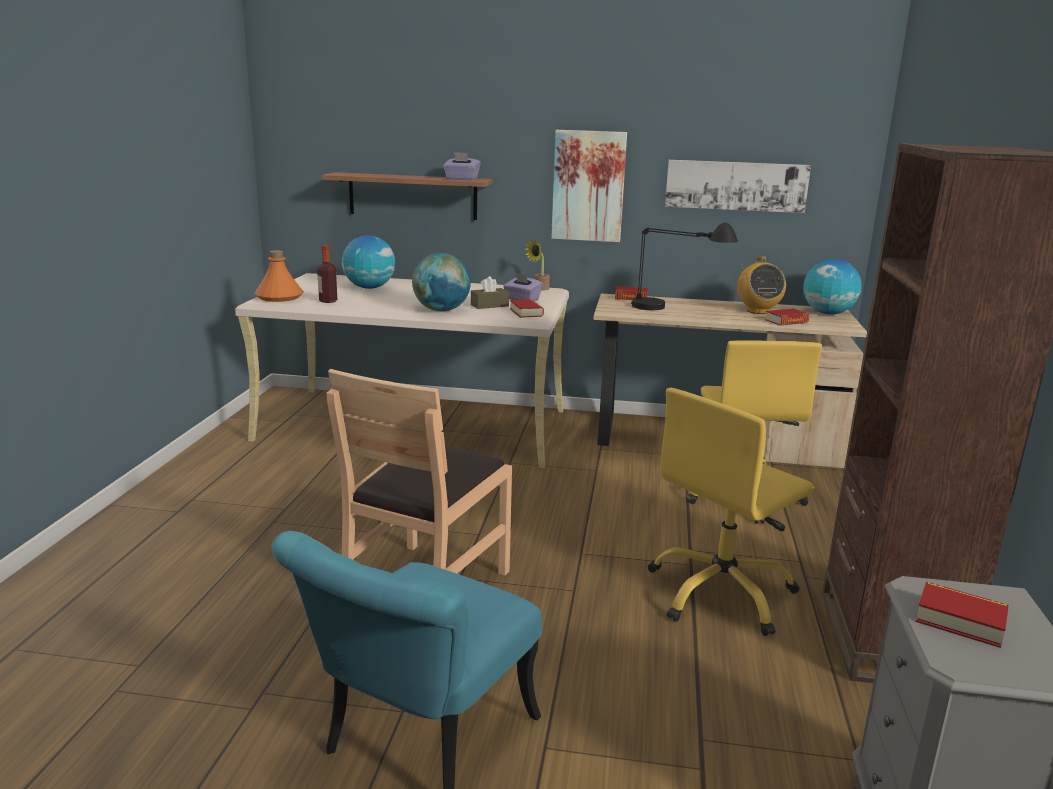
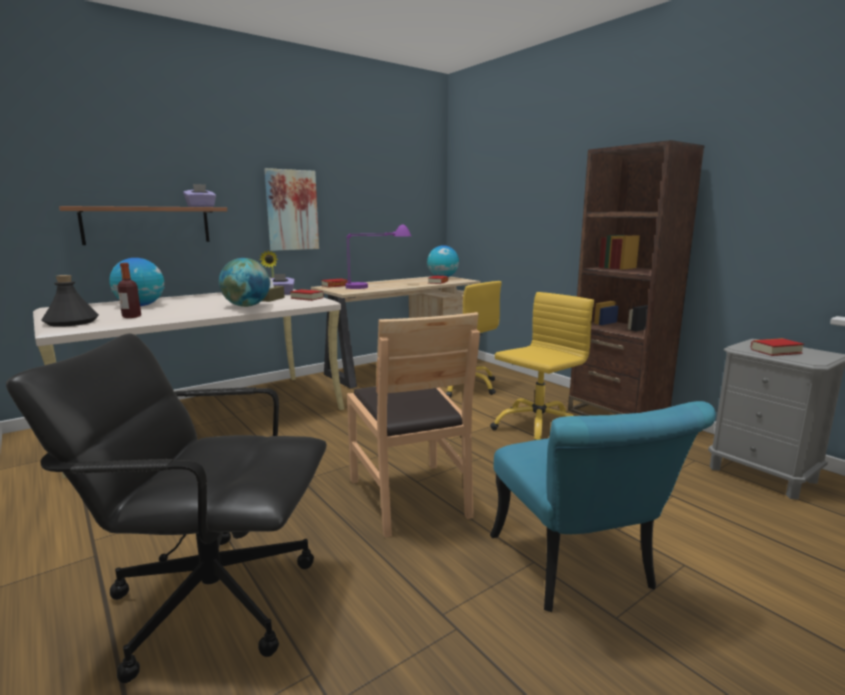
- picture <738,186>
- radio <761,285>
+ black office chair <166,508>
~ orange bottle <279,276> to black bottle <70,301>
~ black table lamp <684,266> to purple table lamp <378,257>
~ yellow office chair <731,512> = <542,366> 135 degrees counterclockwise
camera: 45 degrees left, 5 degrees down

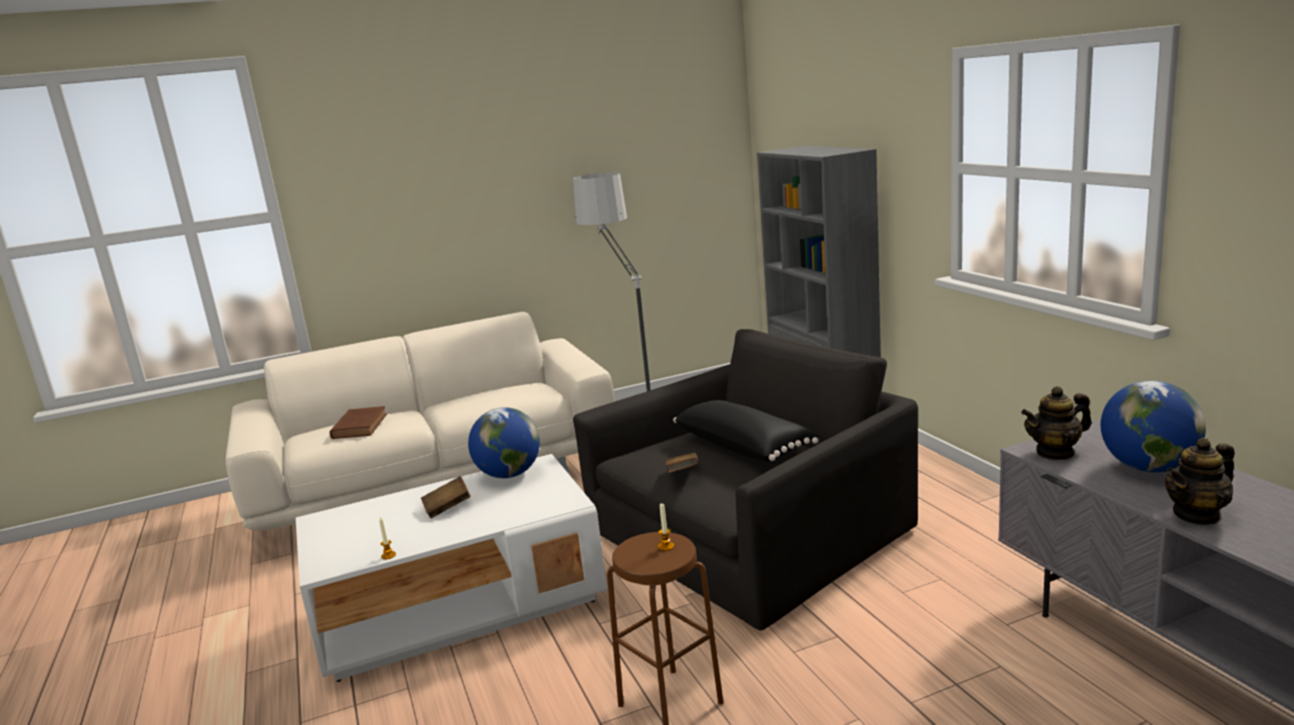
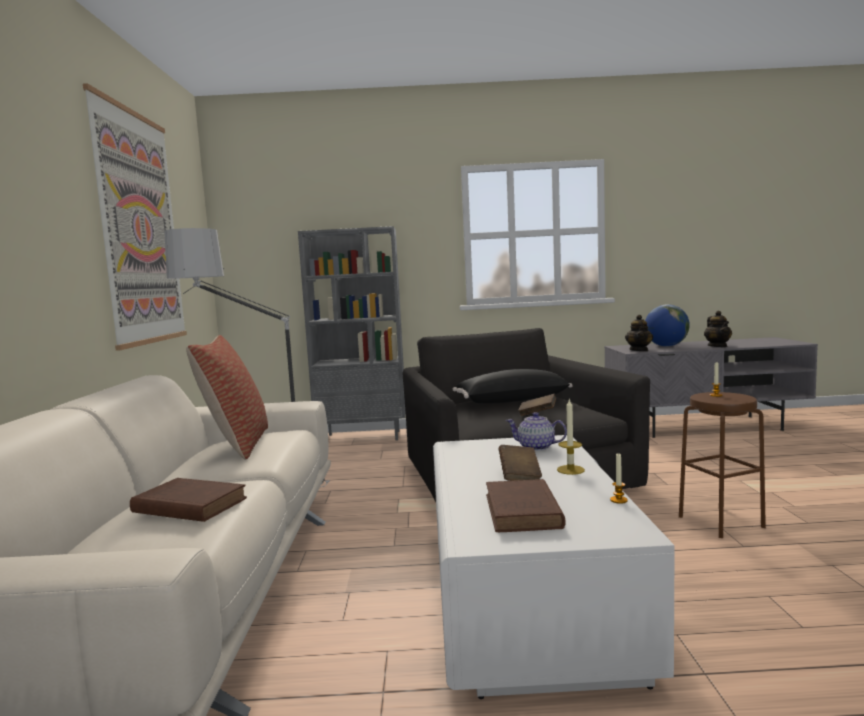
- globe <504,442>
+ picture <135,217>
+ pillow <227,397>
+ brown book <525,505>
+ teapot <536,431>
+ candle <571,436>
camera: 70 degrees left, 10 degrees down

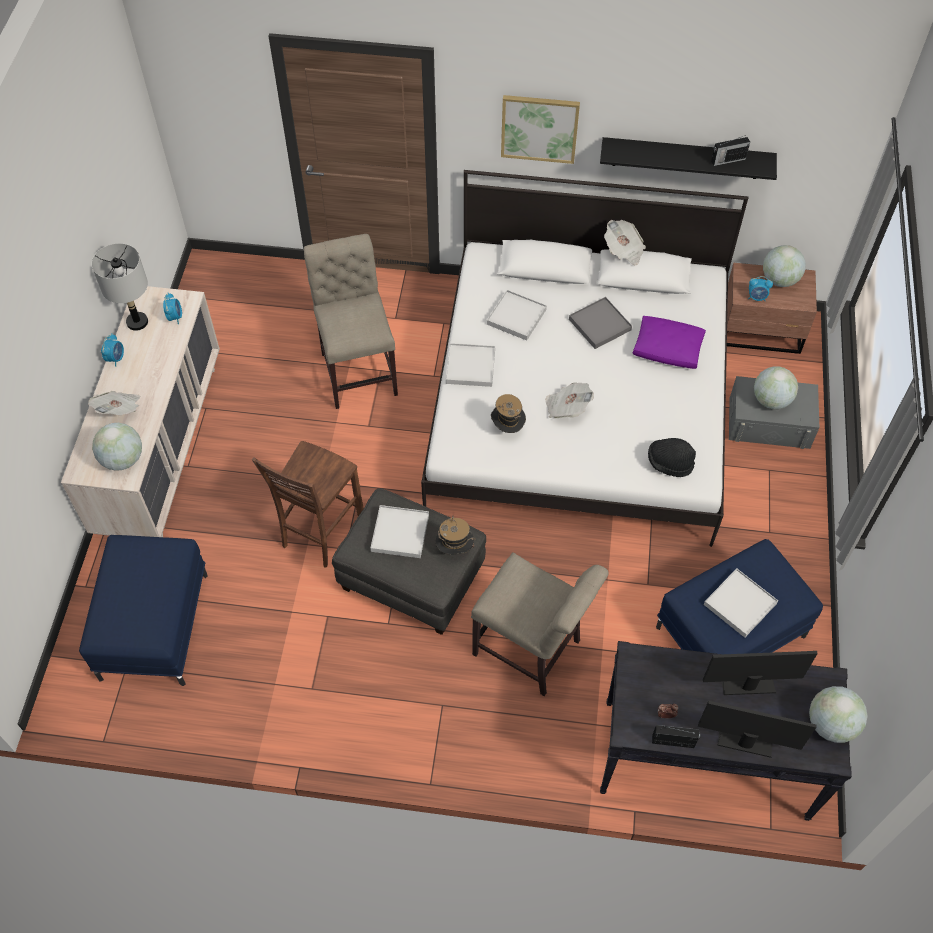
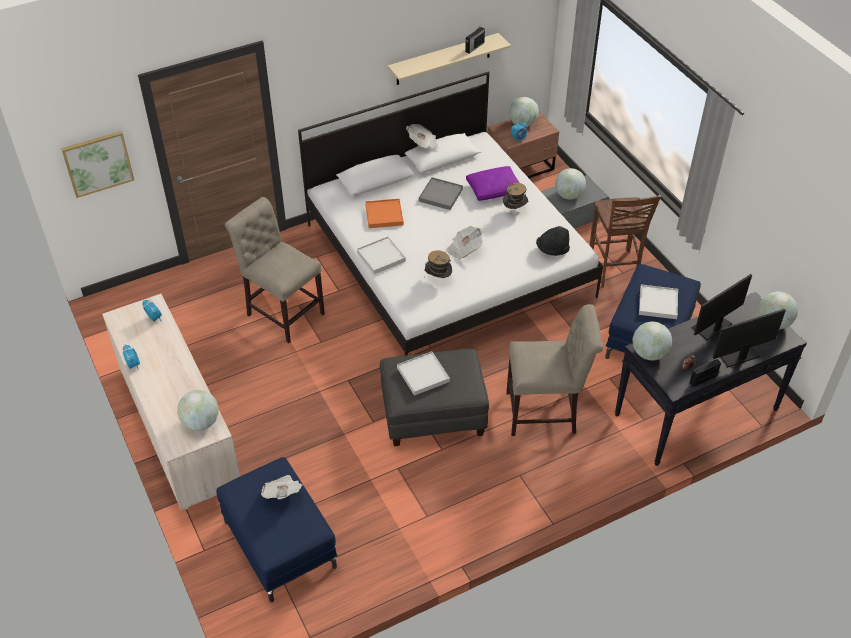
- grey table lamp <119,287>
+ globe <652,341>
~ newspaper <114,403> to <281,487>
~ brown chair <308,504> to <625,241>
~ hat <455,535> to <515,195>
~ picture <540,129> to <97,164>
~ white tray <517,315> to orange tray <384,213>
~ black shelf <688,158> to beige shelf <449,59>
camera: 35 degrees left, 10 degrees down

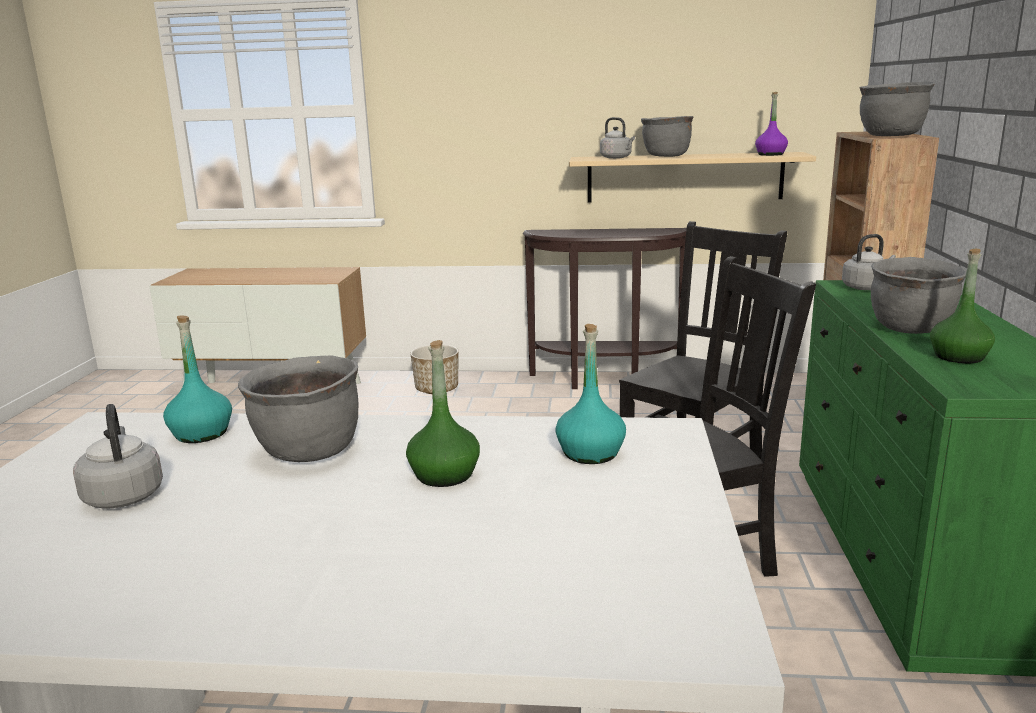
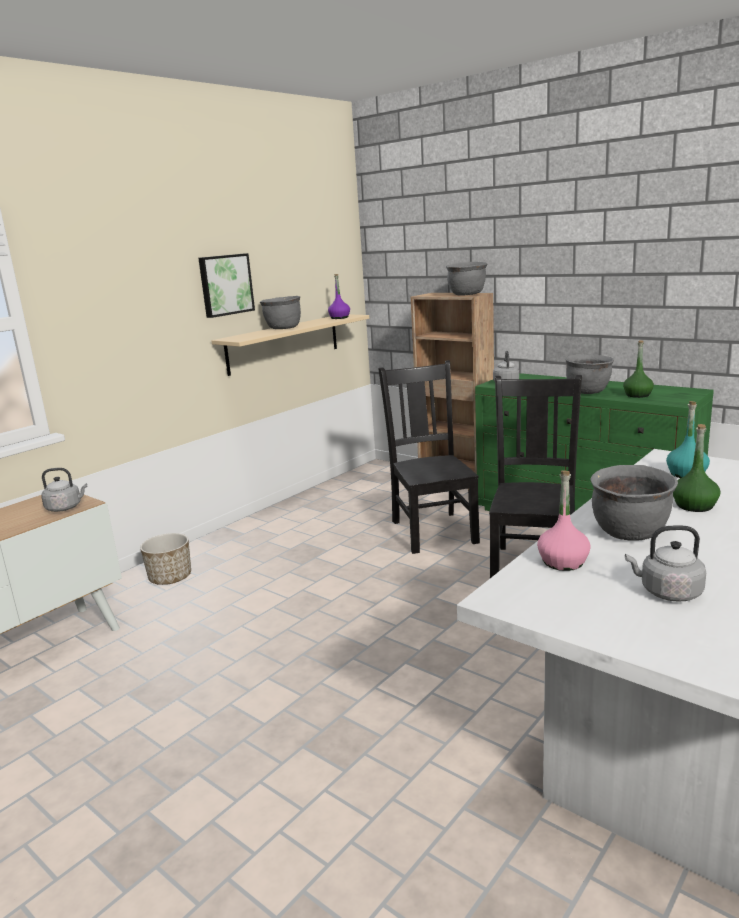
- brown console table <605,308>
+ picture <226,285>
~ grey kettle <617,138> to <64,490>
~ turquoise bottle <197,379> to pink bottle <564,521>
camera: 55 degrees left, 0 degrees up

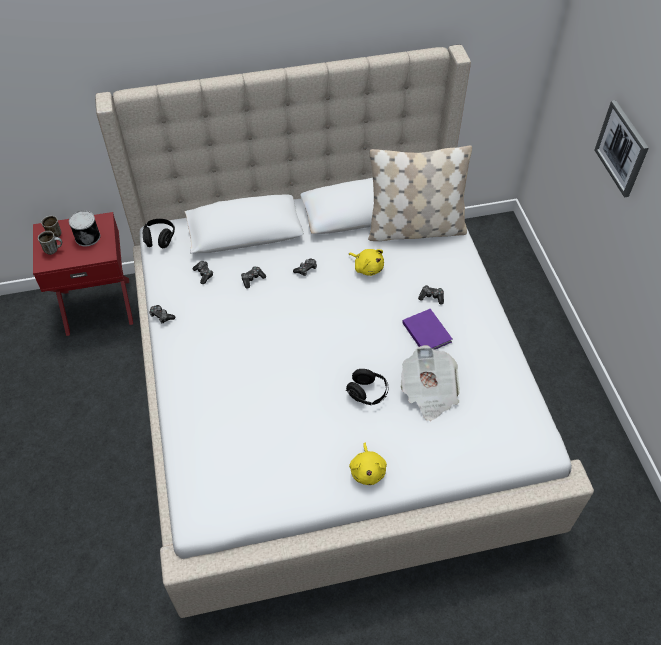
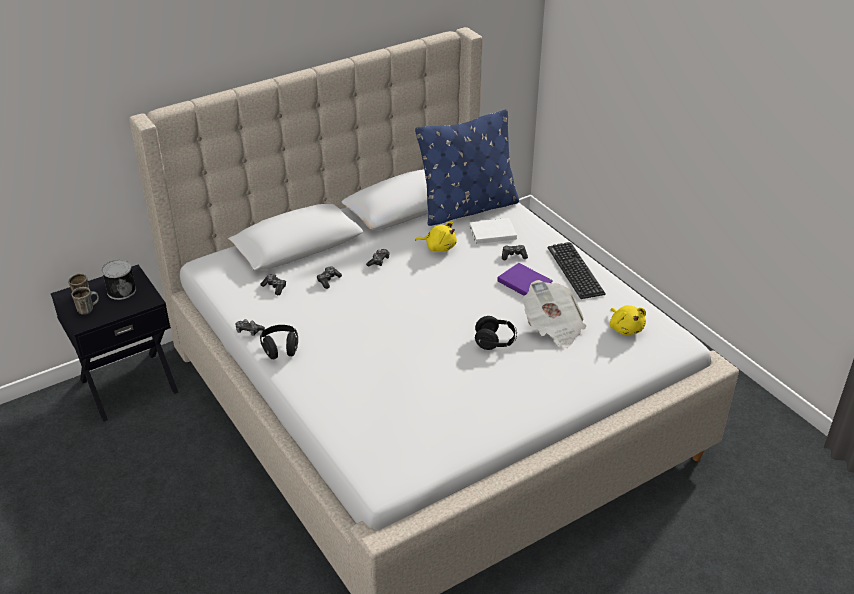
- picture <622,148>
+ white book <493,231>
+ keyboard <576,270>
~ black headphones <159,233> to <279,342>
~ yellow plush toy <368,464> to <628,320>
~ red nightstand <83,274> to black nightstand <114,343>
~ beige pillow <420,193> to blue pillow <467,167>
camera: 20 degrees left, 15 degrees down

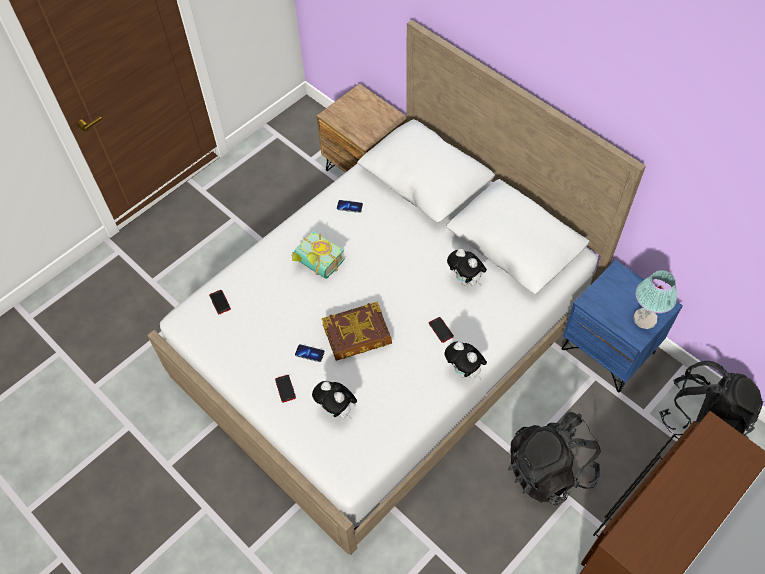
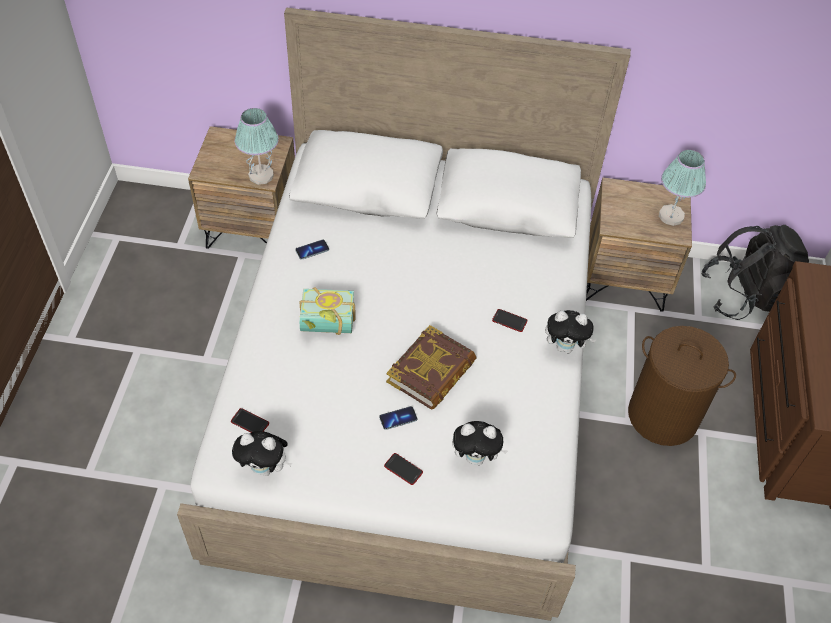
+ table lamp <257,146>
~ plush toy <467,267> to <262,453>
~ black backpack <554,458> to brown laundry basket <682,386>
~ blue nightstand <622,326> to brown nightstand <639,244>
camera: 40 degrees left, 5 degrees down

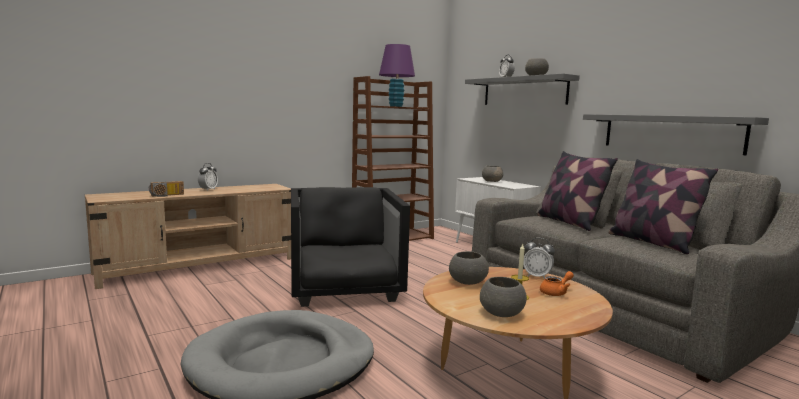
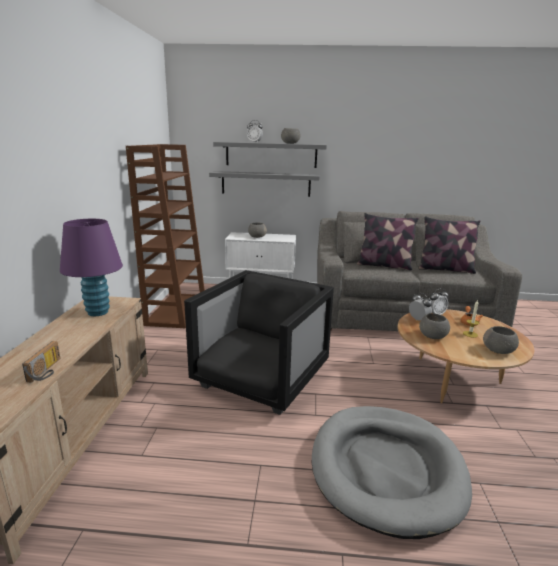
~ alarm clock <208,177> to <420,307>
~ purple table lamp <397,75> to <91,267>
~ grey shelf <676,134> to <264,184>
~ black armchair <350,247> = <259,342> 90 degrees clockwise
camera: 50 degrees left, 10 degrees up

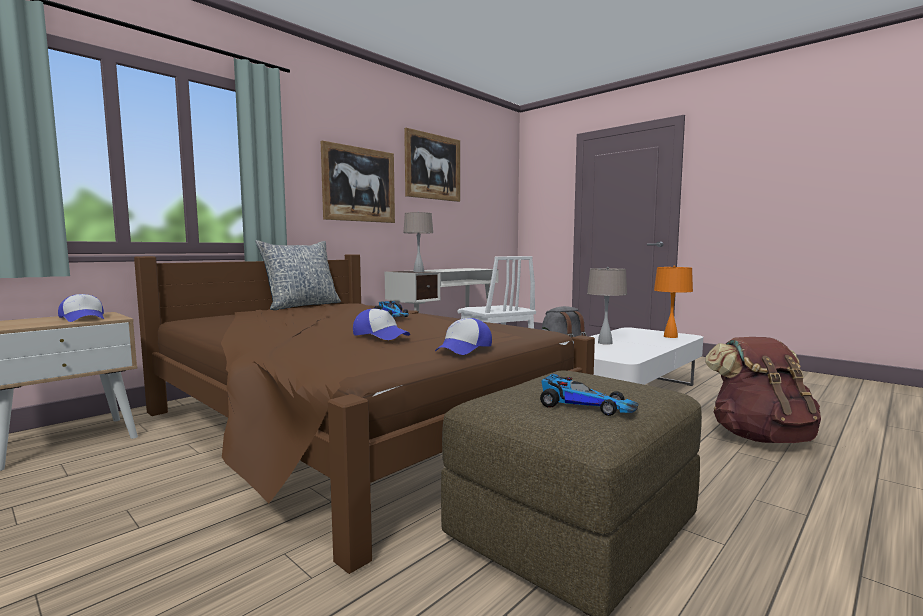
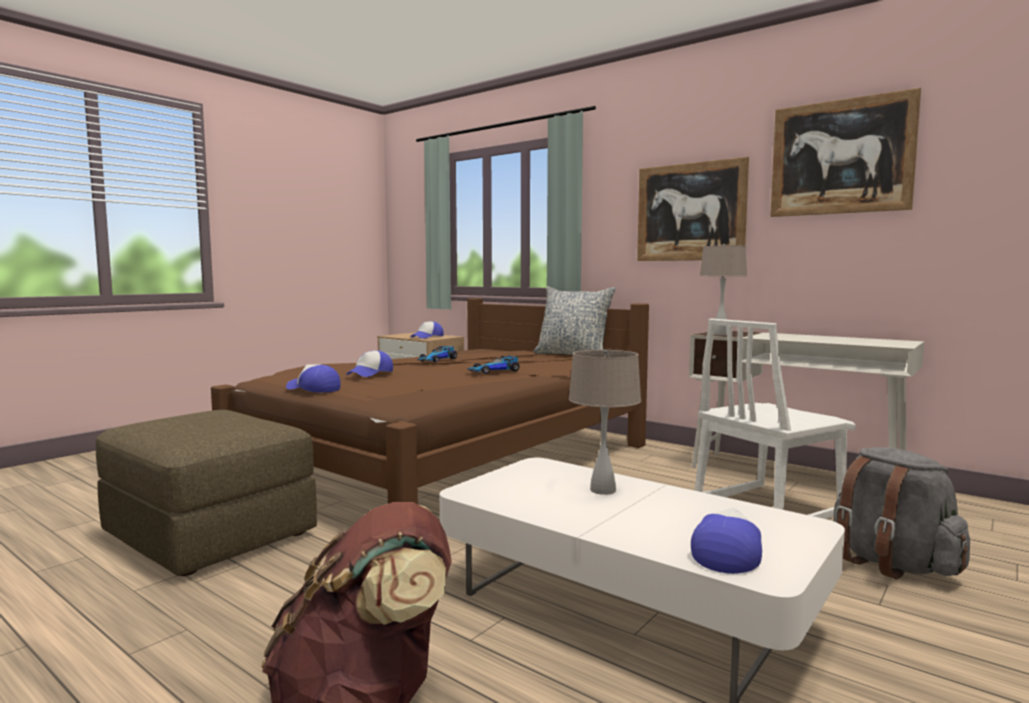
~ toy car <589,395> to <437,354>
~ orange table lamp <673,301> to cap <726,541>
camera: 85 degrees right, 0 degrees up

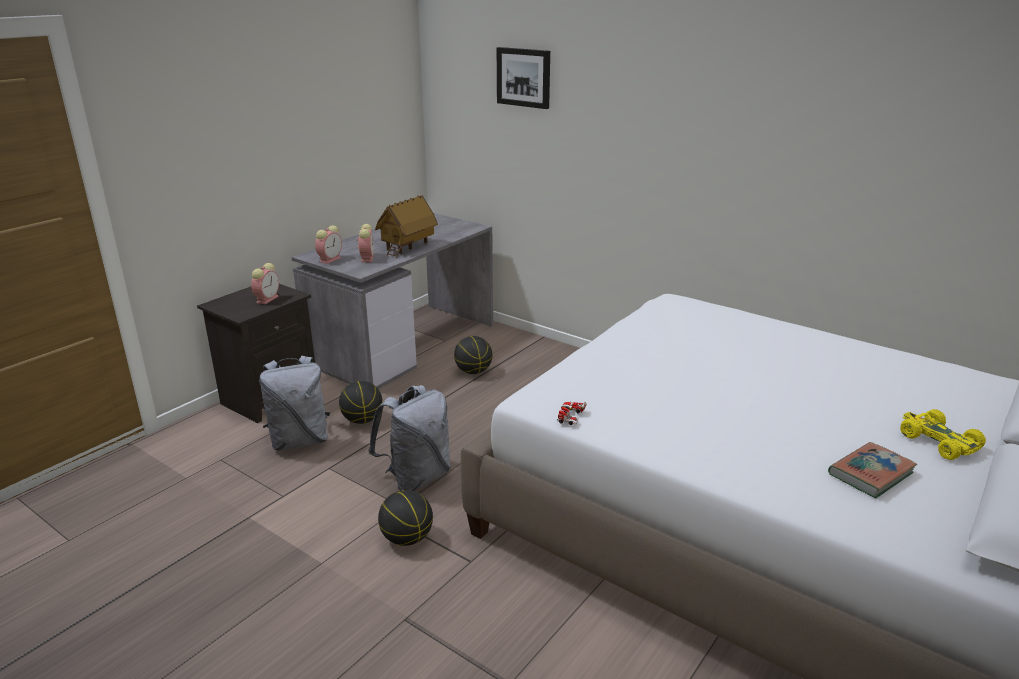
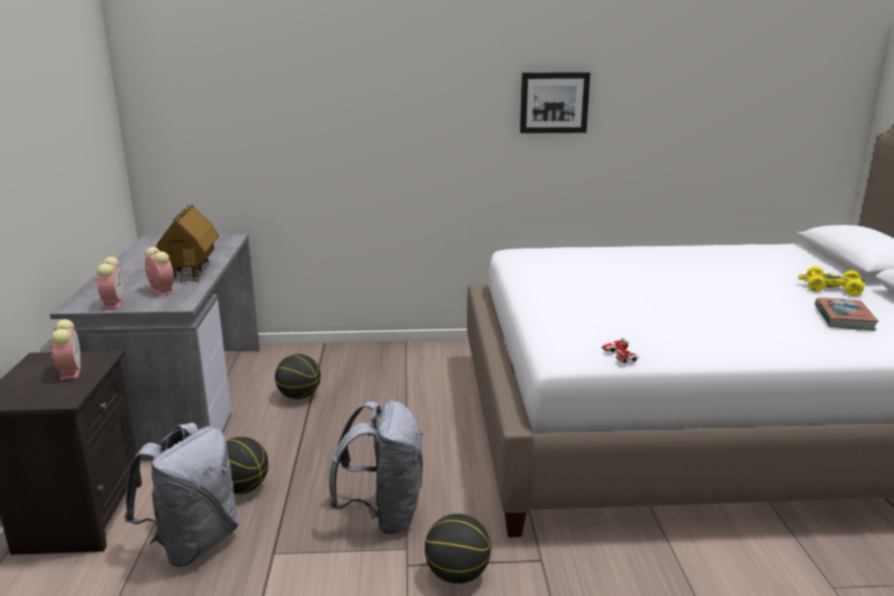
~ picture <523,78> to <555,102>
camera: 40 degrees left, 5 degrees down

